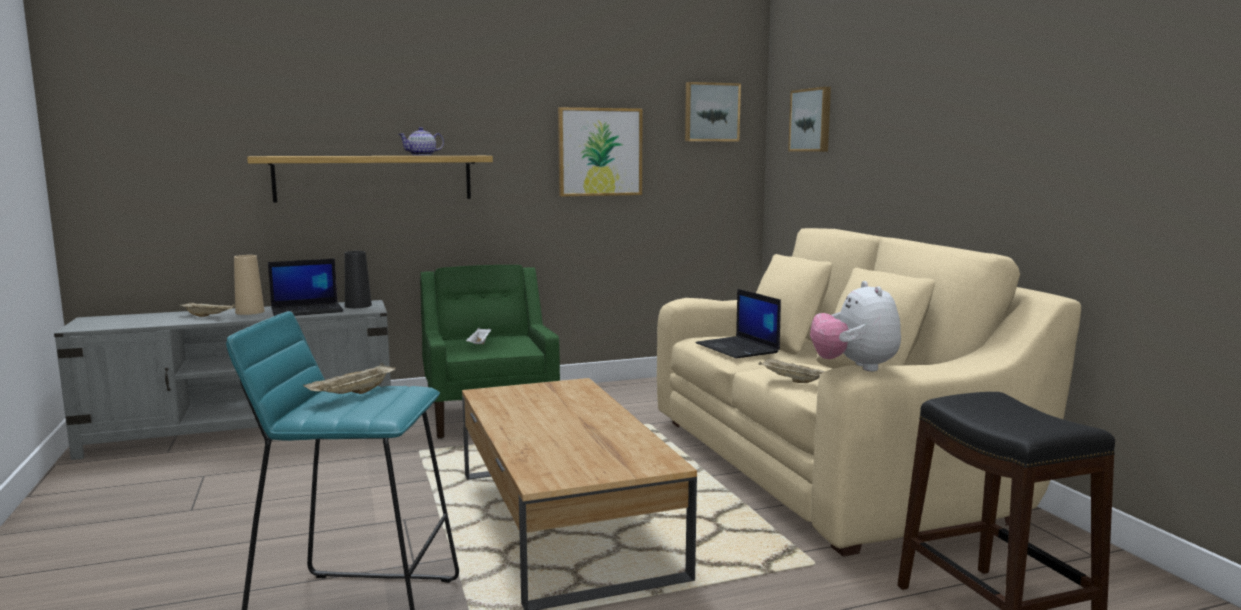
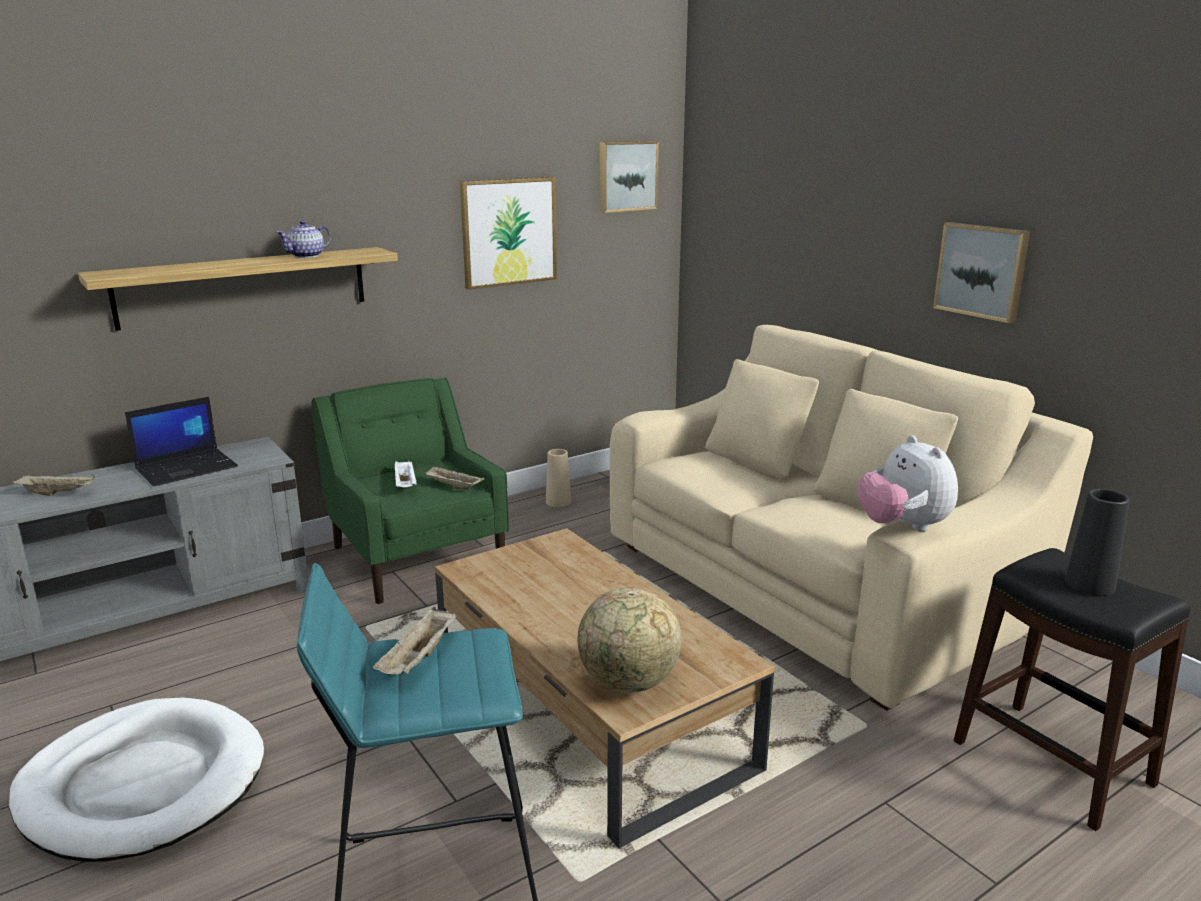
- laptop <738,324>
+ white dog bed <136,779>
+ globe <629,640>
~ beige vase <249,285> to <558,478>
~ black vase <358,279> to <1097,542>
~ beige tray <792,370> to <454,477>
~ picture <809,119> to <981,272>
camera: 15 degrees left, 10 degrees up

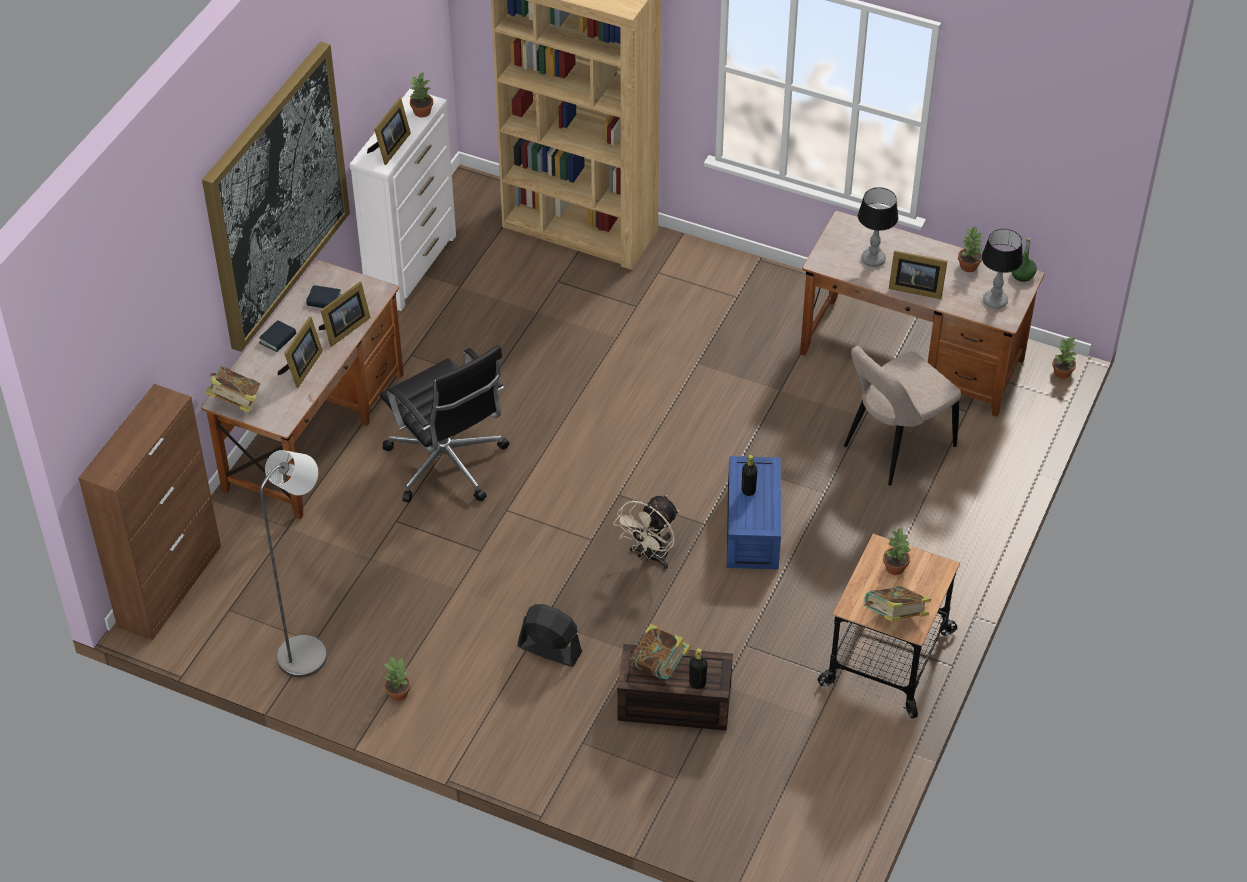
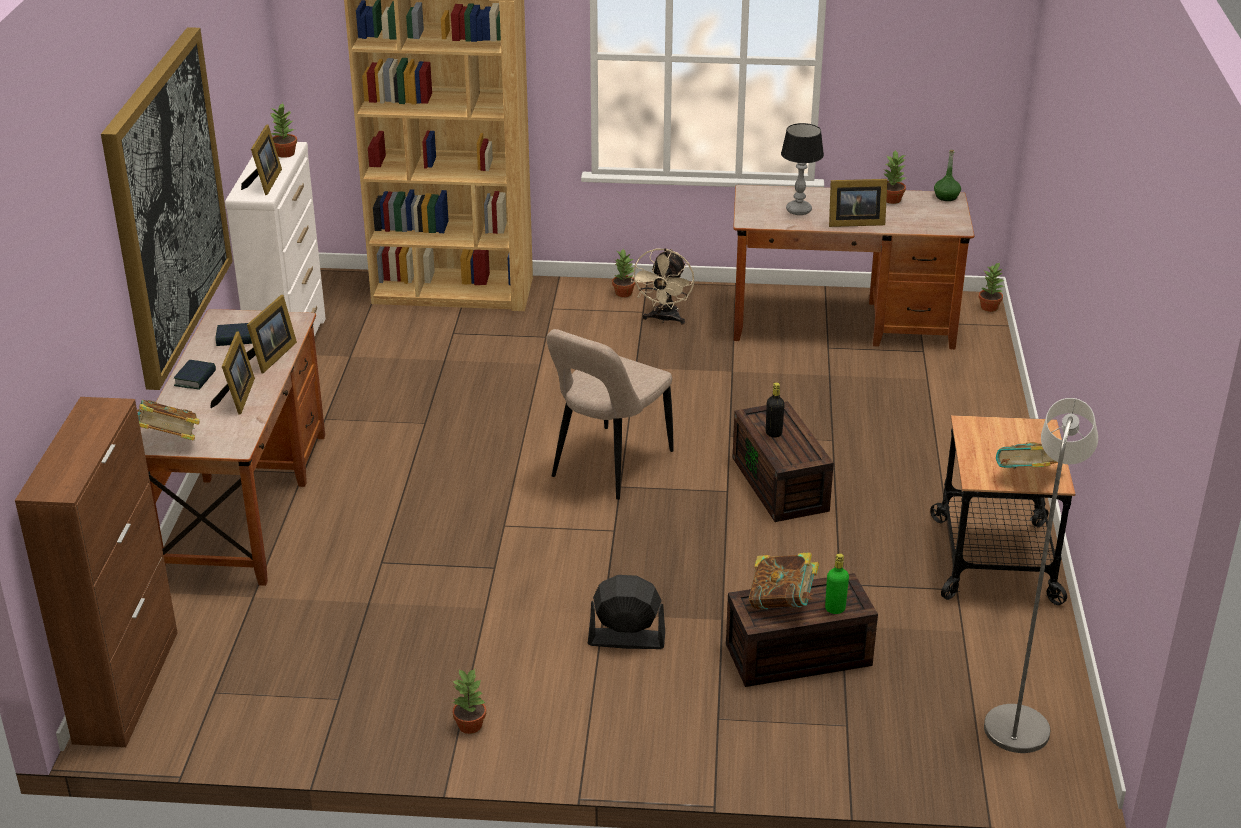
- black office chair <445,424>
- table lamp <1002,269>
~ grey floor lamp <293,563> to <1041,575>
~ beige fan <646,532> to <662,286>
~ beige chair <902,416> to <610,414>
~ potted plant <897,551> to <624,273>
~ black bottle <698,668> to green bottle <837,583>
~ blue storage box <754,513> to brown storage box <783,461>
camera: 20 degrees left, 15 degrees down

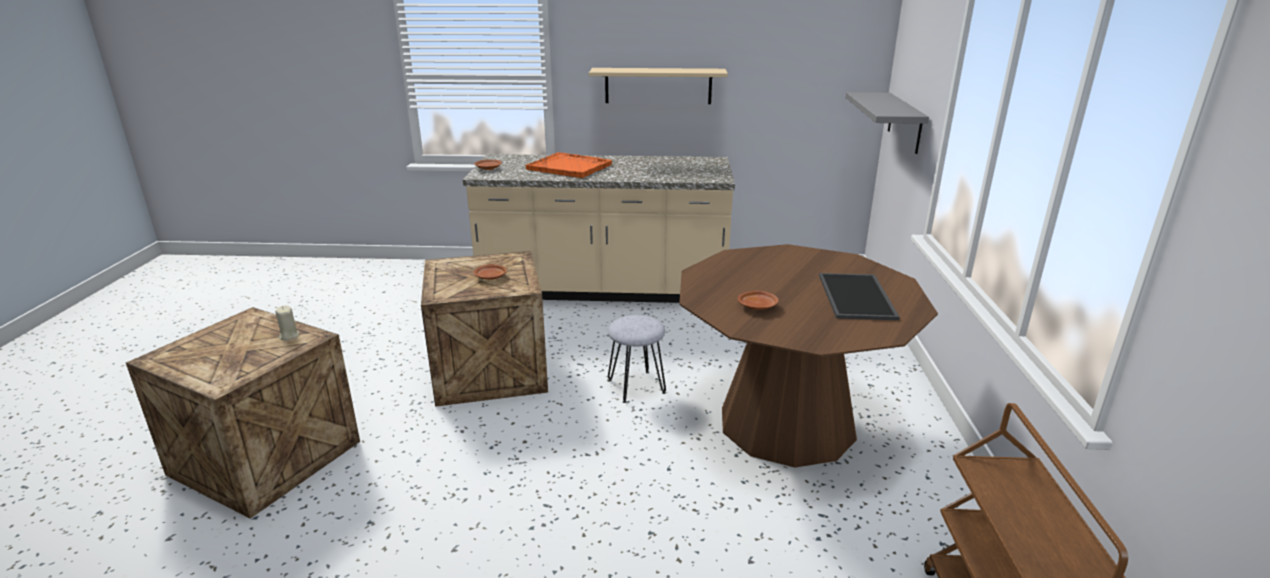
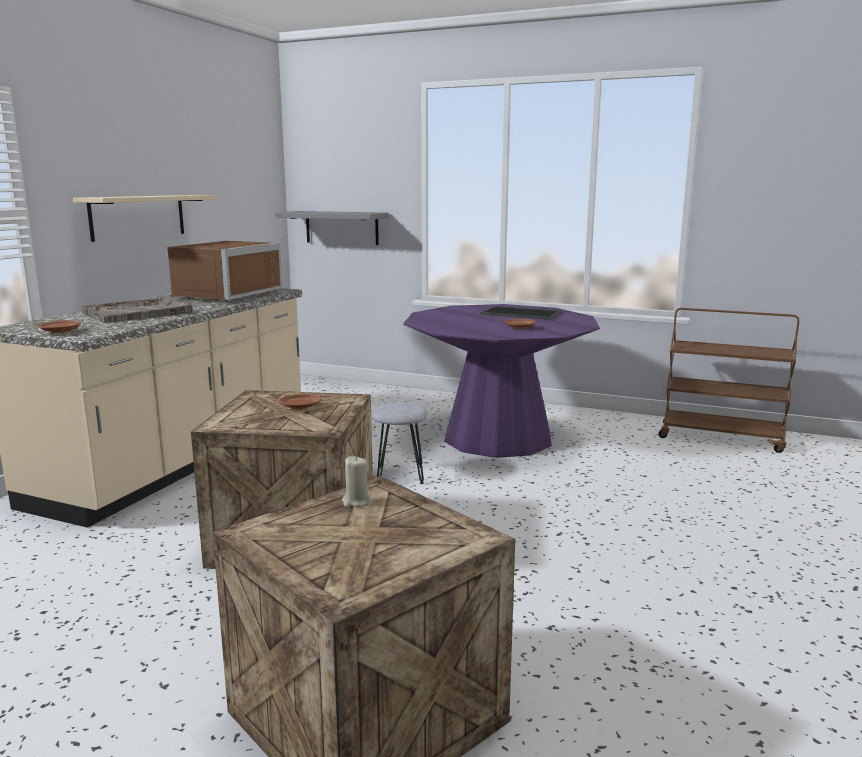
+ brown microwave <224,271>
~ orange tray <568,165> to grey tray <137,310>
~ brown dining table <808,356> to purple dining table <501,381>
camera: 70 degrees left, 10 degrees down

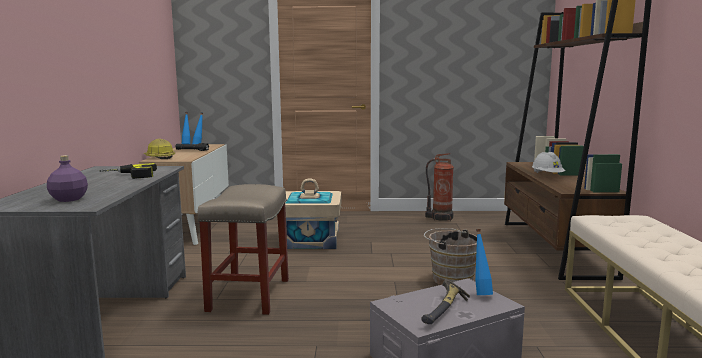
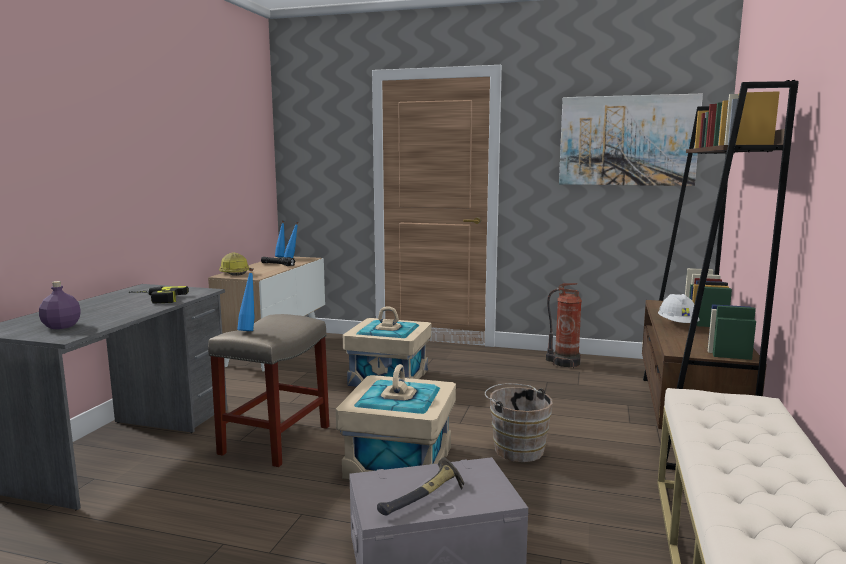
+ beige storage box <396,422>
+ picture <631,140>
~ blue bottle <484,262> to <246,299>
camera: 15 degrees right, 0 degrees up

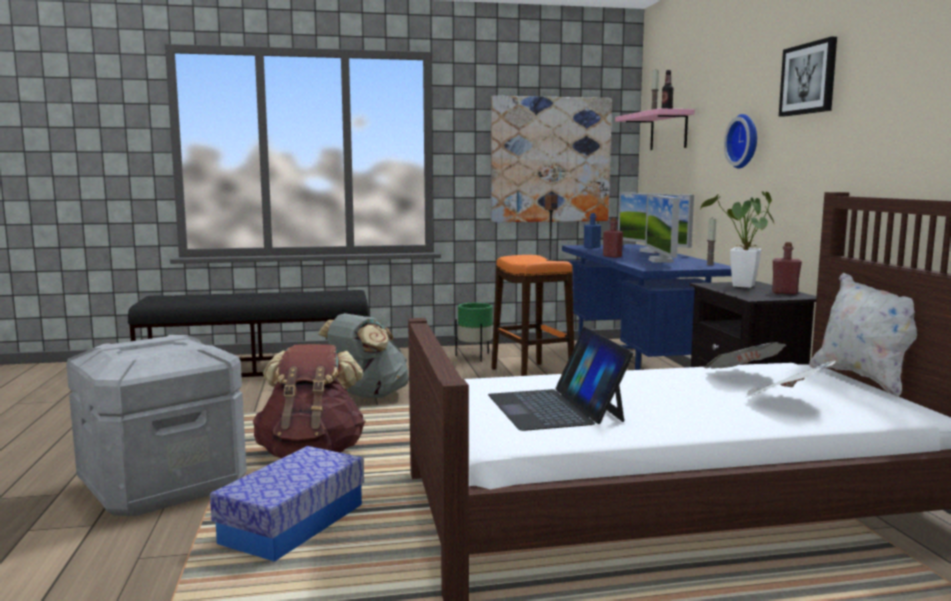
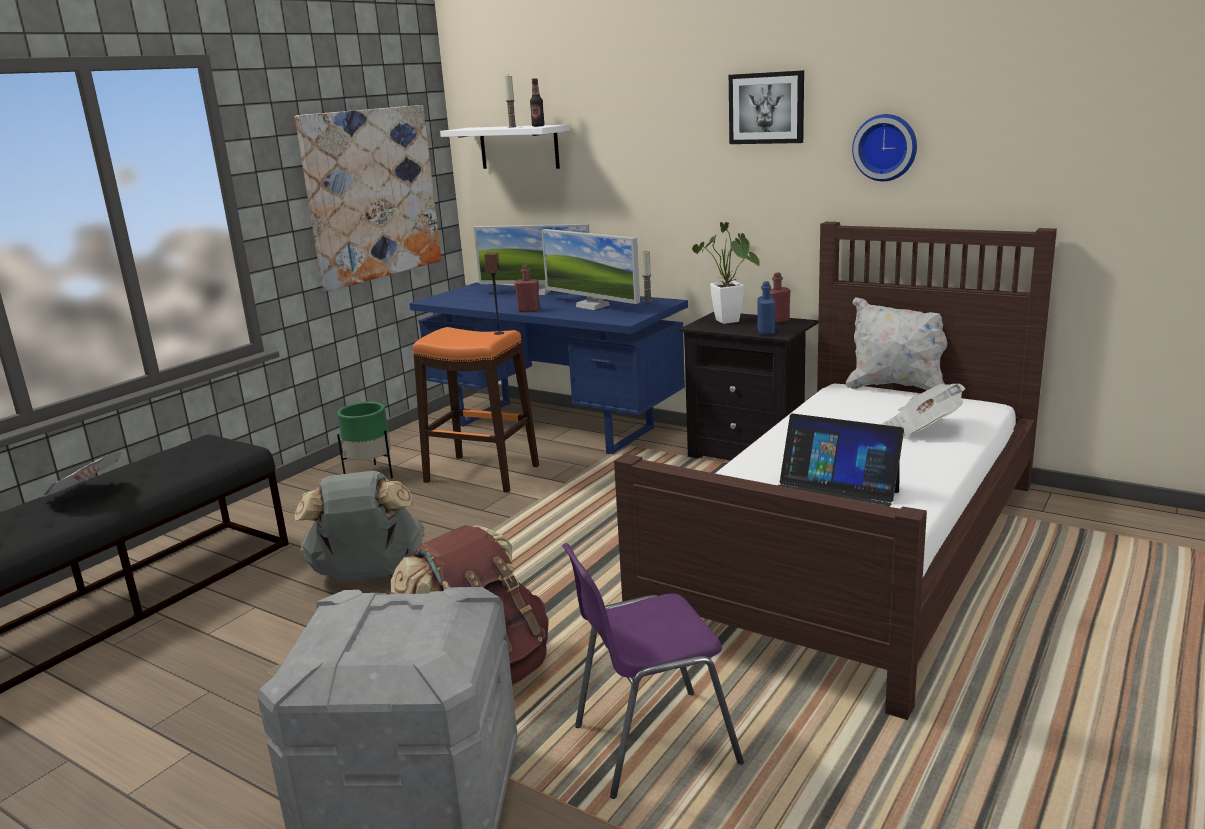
~ blue bottle <592,230> to <766,308>
~ newspaper <745,355> to <82,474>
~ wall clock <740,141> to <884,147>
~ storage box <287,504> to purple chair <653,671>
~ pink shelf <655,129> to white shelf <505,146>
camera: 45 degrees left, 10 degrees up

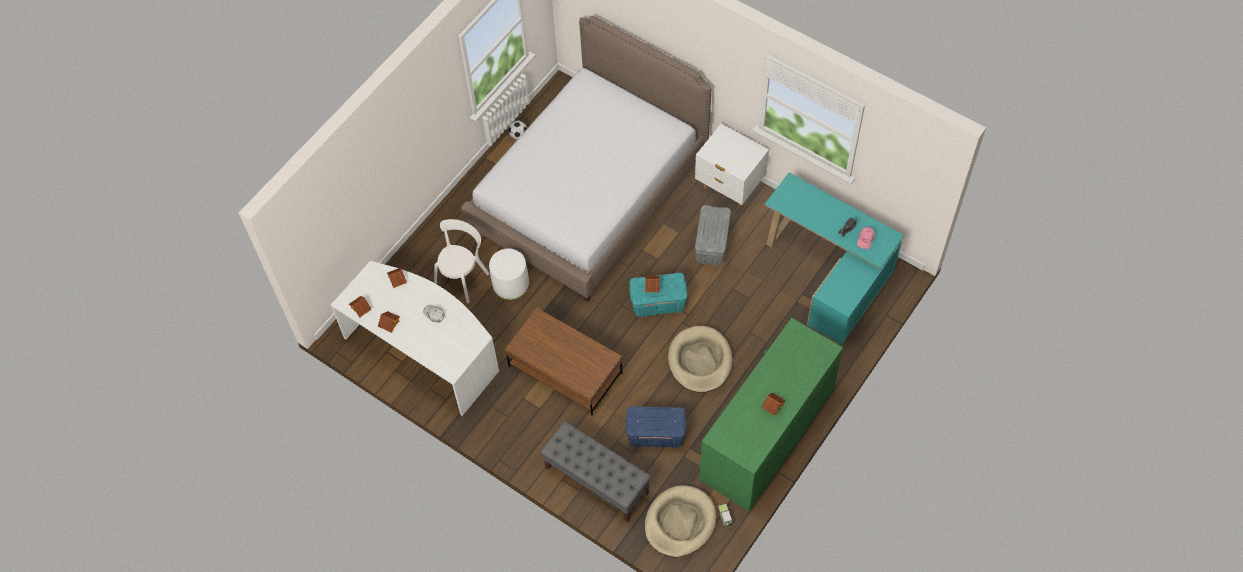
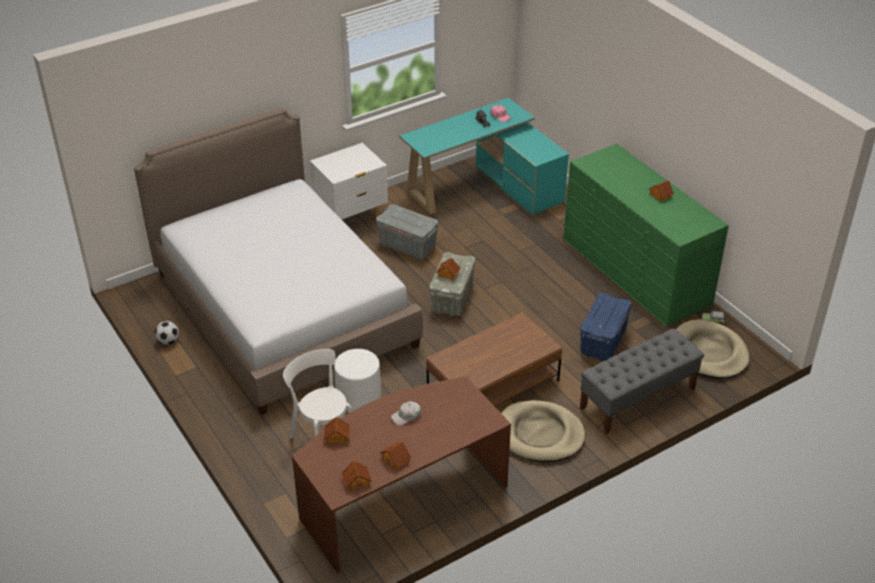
~ beige dog bed <700,359> to <543,431>
~ white desk <415,338> to brown desk <401,475>
~ turquoise storage box <658,295> to grey storage box <452,284>
camera: 70 degrees left, 20 degrees down

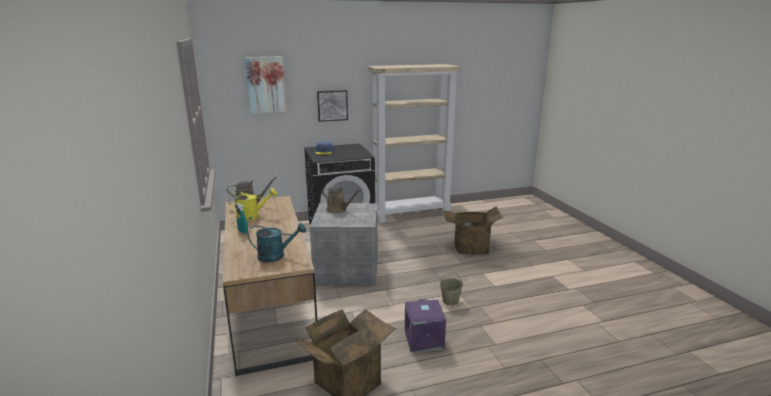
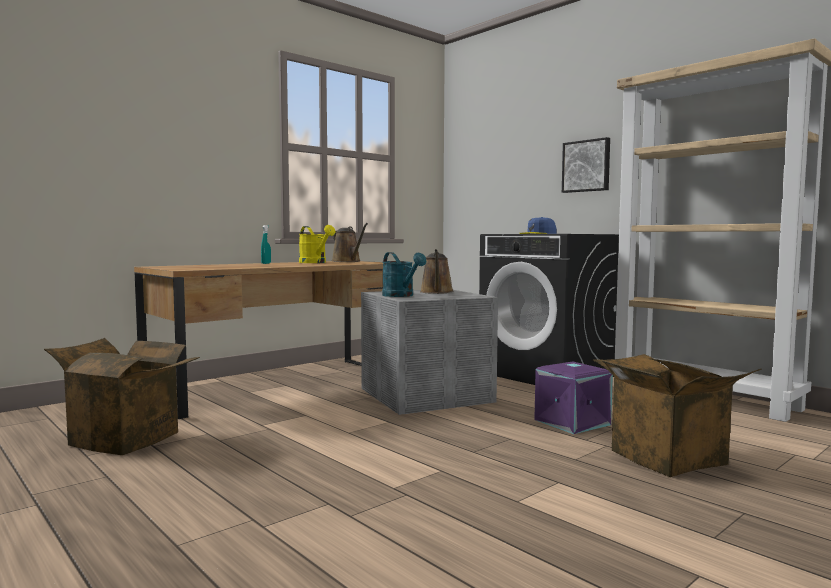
- picture <266,85>
- beige bucket <451,289>
~ turquoise watering can <277,242> to <404,274>
~ purple storage box <425,325> to <573,397>
camera: 65 degrees right, 15 degrees down

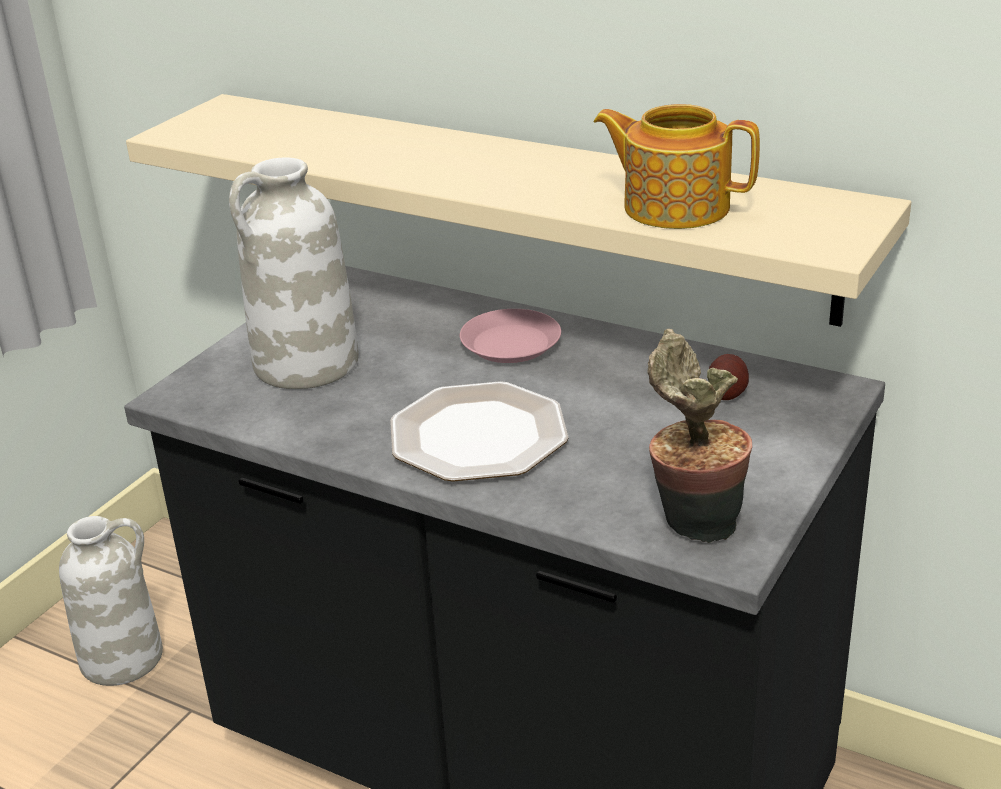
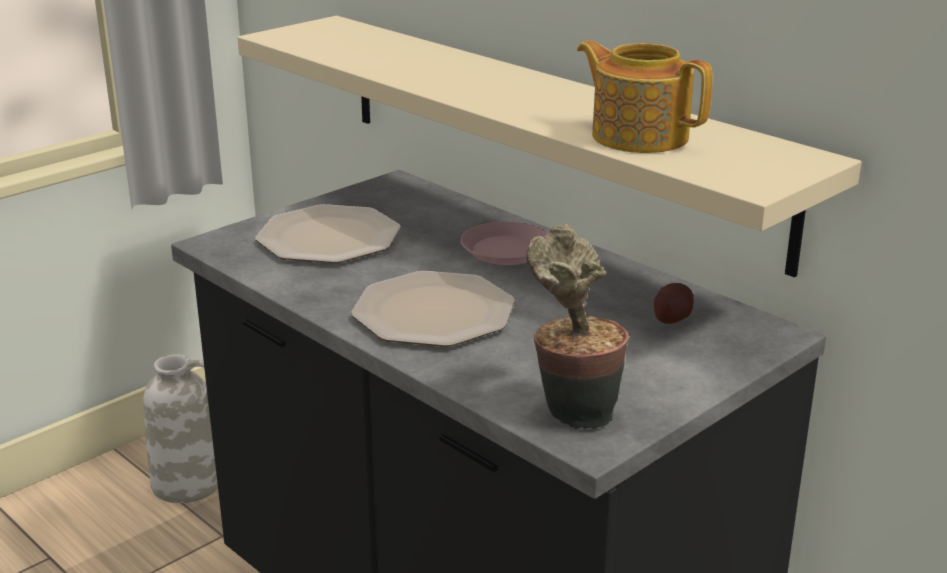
~ white vase <294,273> to plate <328,233>
camera: 15 degrees right, 5 degrees down

